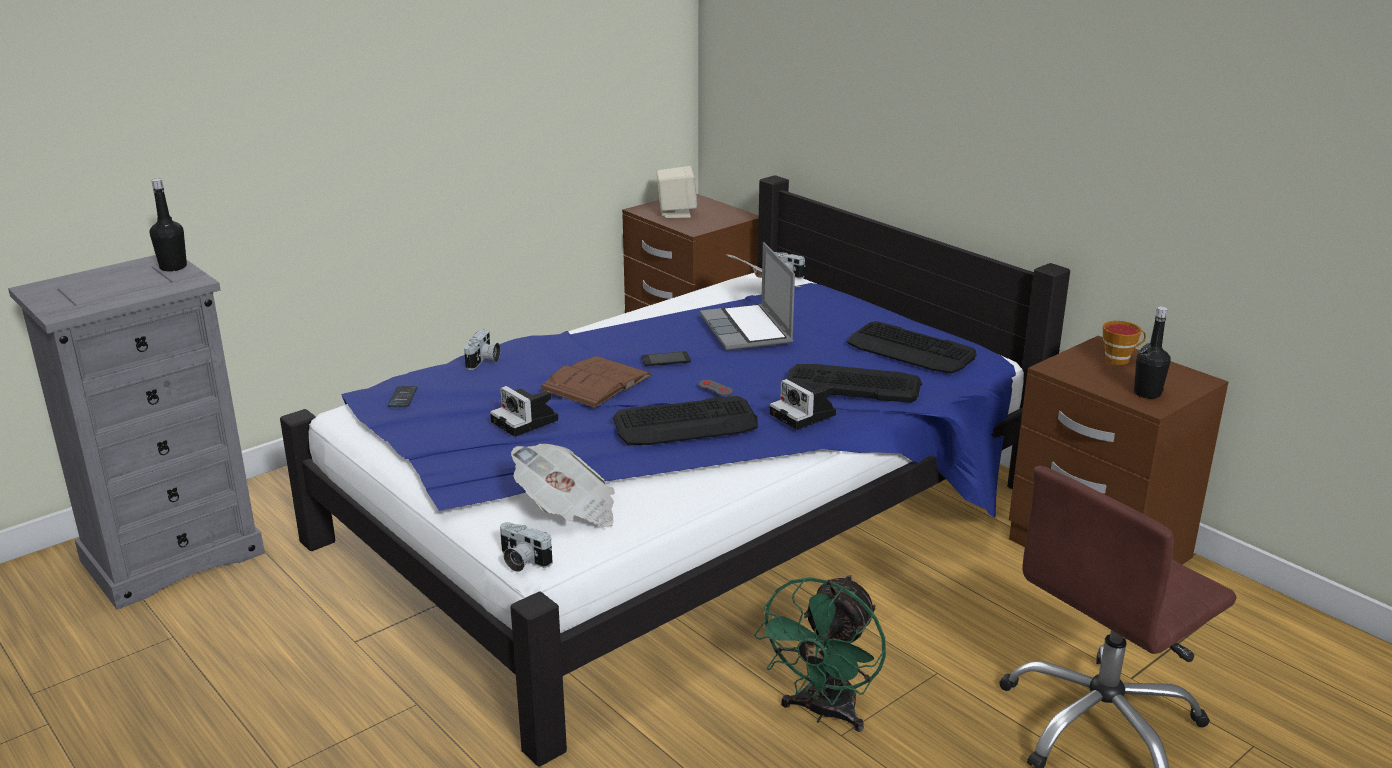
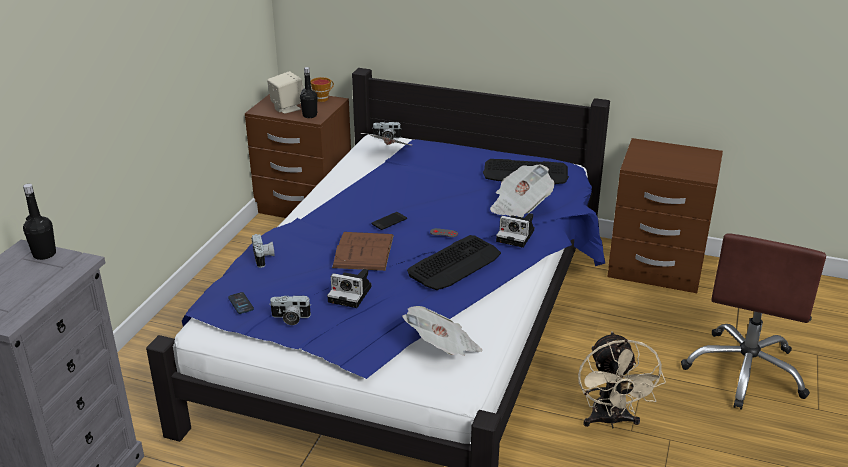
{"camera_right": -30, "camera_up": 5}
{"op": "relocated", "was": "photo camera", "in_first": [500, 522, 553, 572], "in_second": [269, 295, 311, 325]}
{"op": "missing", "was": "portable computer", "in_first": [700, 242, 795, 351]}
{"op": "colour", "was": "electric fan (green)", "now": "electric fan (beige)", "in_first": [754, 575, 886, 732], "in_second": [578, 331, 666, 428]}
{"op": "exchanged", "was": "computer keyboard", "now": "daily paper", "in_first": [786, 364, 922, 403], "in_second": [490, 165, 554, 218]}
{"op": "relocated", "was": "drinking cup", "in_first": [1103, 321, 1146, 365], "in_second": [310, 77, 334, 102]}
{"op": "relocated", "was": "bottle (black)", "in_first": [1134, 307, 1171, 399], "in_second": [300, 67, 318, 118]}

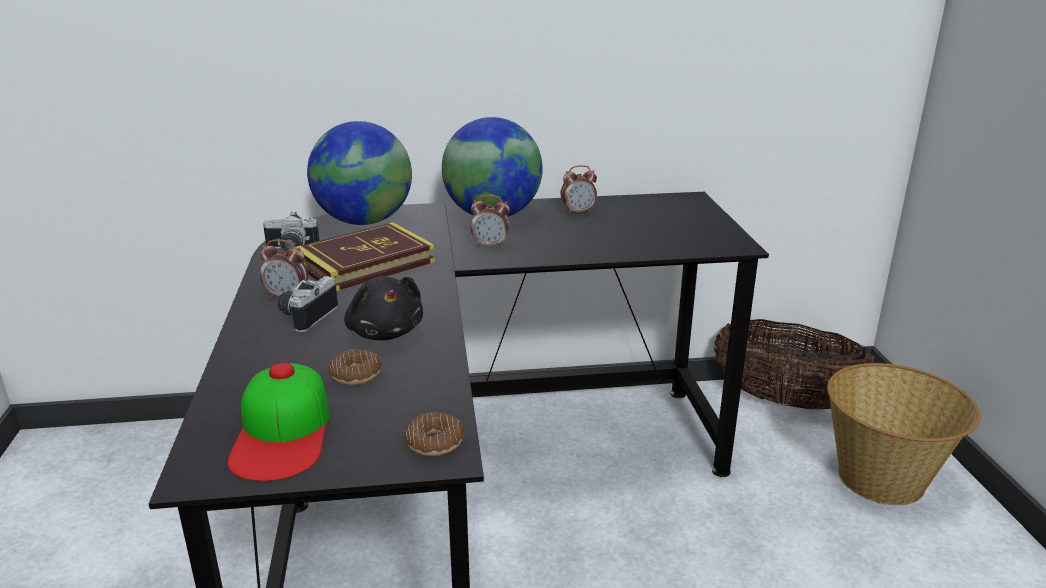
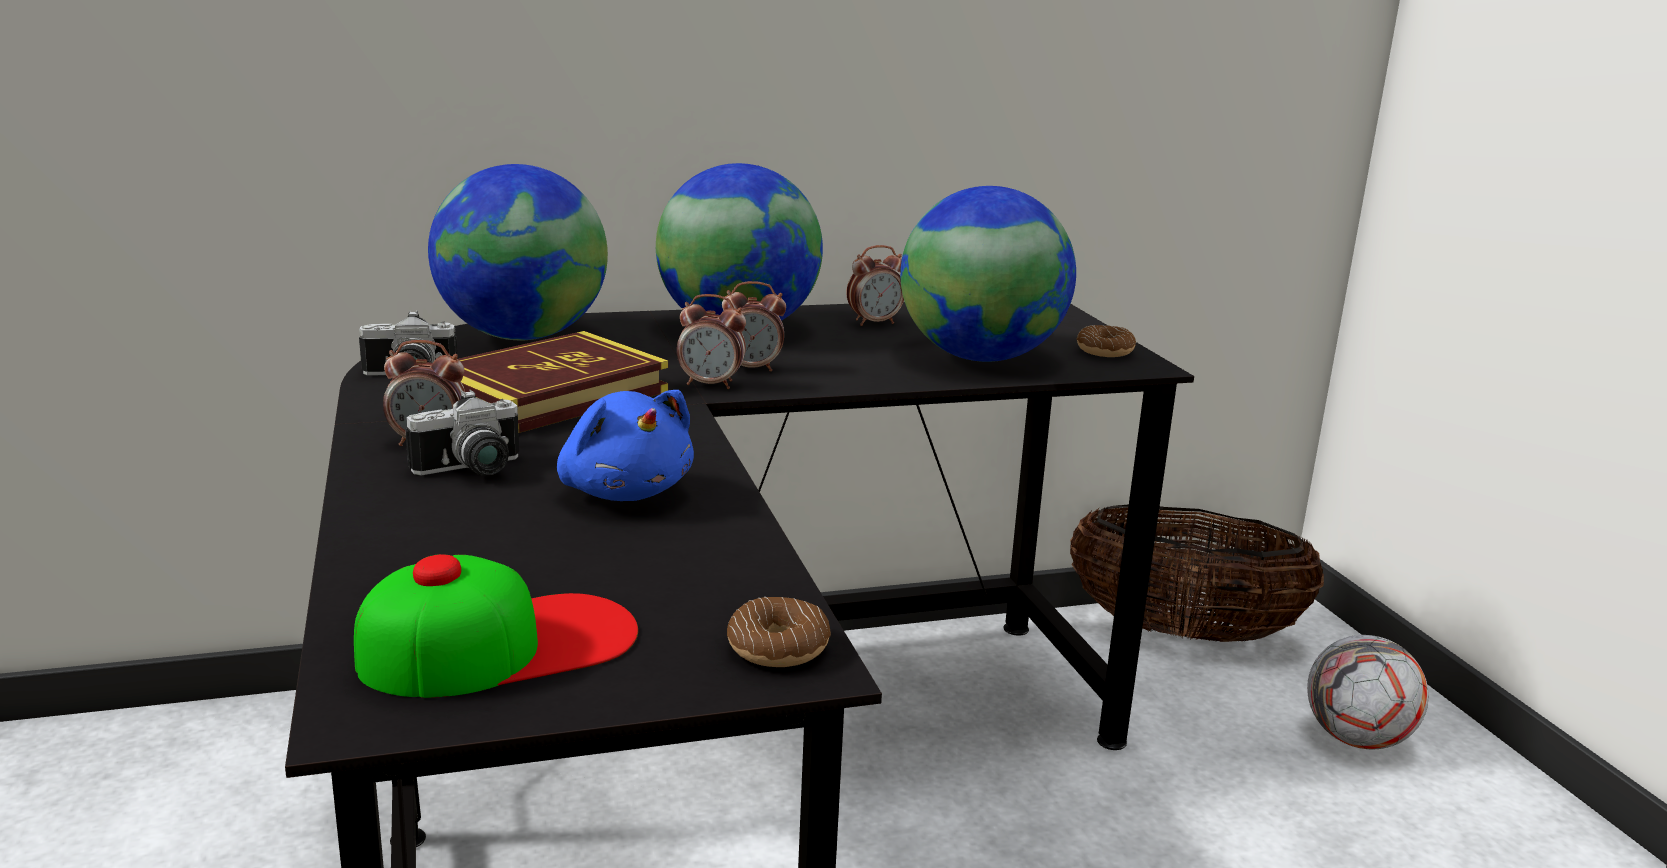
{"camera_right": -10, "camera_up": -5}
{"op": "spun", "was": "baseball cap", "in_first": [228, 363, 330, 481], "in_second": [354, 554, 638, 698], "clockwise": -105}
{"op": "spun", "was": "photo camera", "in_first": [278, 276, 338, 332], "in_second": [405, 390, 519, 476], "clockwise": -135}
{"op": "relocated", "was": "donut", "in_first": [329, 349, 382, 385], "in_second": [1077, 325, 1136, 357]}
{"op": "colour", "was": "soft toy (black)", "now": "soft toy (blue-coloured)", "in_first": [344, 276, 423, 340], "in_second": [557, 390, 694, 501]}
{"op": "exchanged", "was": "household basket", "now": "ball for football", "in_first": [827, 363, 980, 505], "in_second": [1307, 635, 1429, 749]}
{"op": "appeared", "now": "bedside clock", "in_second": [676, 294, 746, 389]}
{"op": "appeared", "now": "globe", "in_second": [900, 186, 1076, 362]}

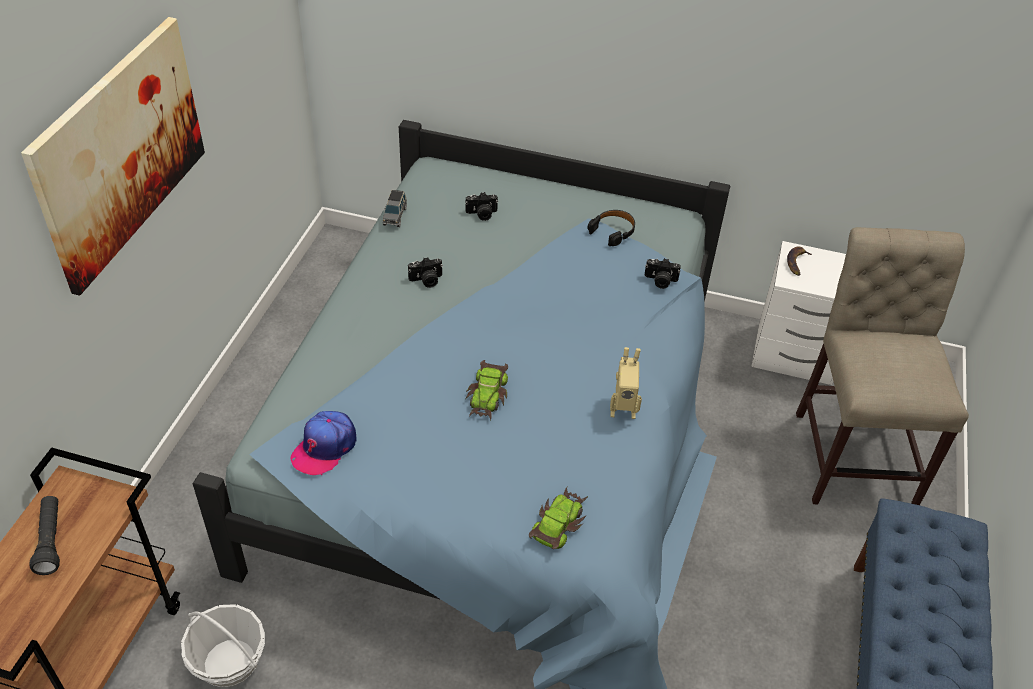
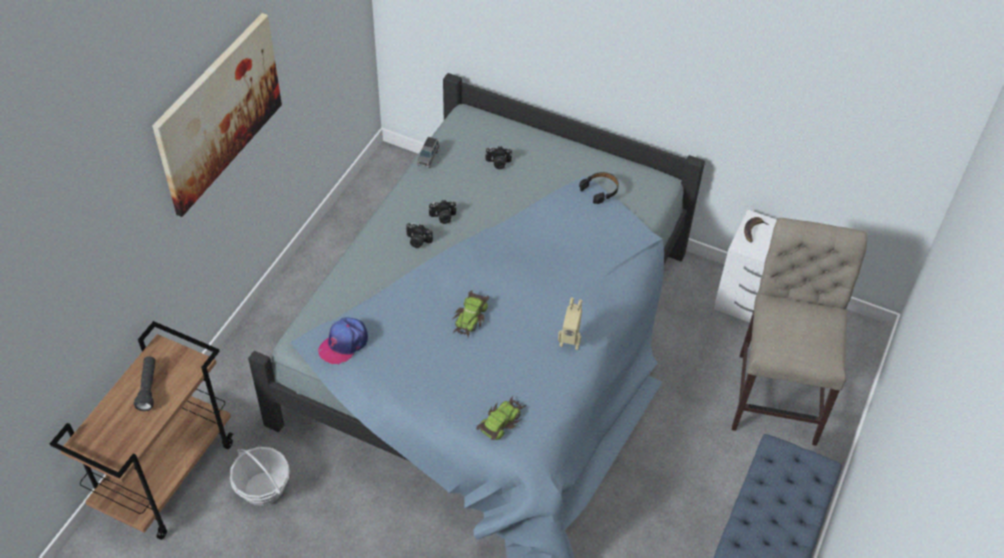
{"camera_right": 10, "camera_up": 5}
{"op": "relocated", "was": "photo camera", "in_first": [644, 258, 681, 289], "in_second": [406, 223, 433, 248]}

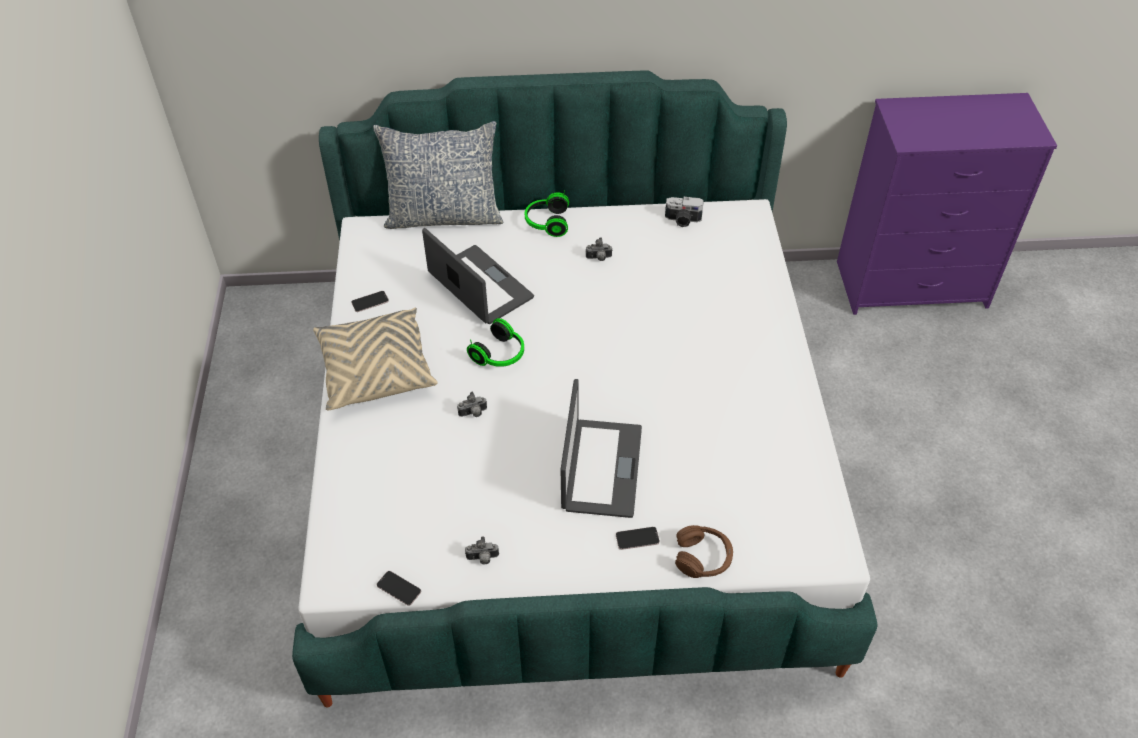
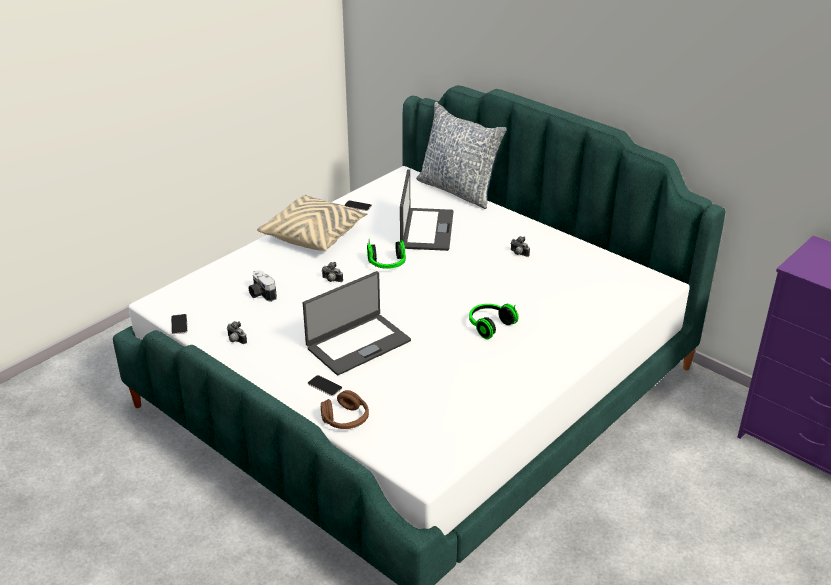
{"camera_right": 45, "camera_up": -15}
{"op": "relocated", "was": "pair of headphones", "in_first": [525, 190, 569, 237], "in_second": [469, 304, 518, 339]}
{"op": "relocated", "was": "photo camera", "in_first": [665, 197, 704, 227], "in_second": [248, 270, 277, 302]}

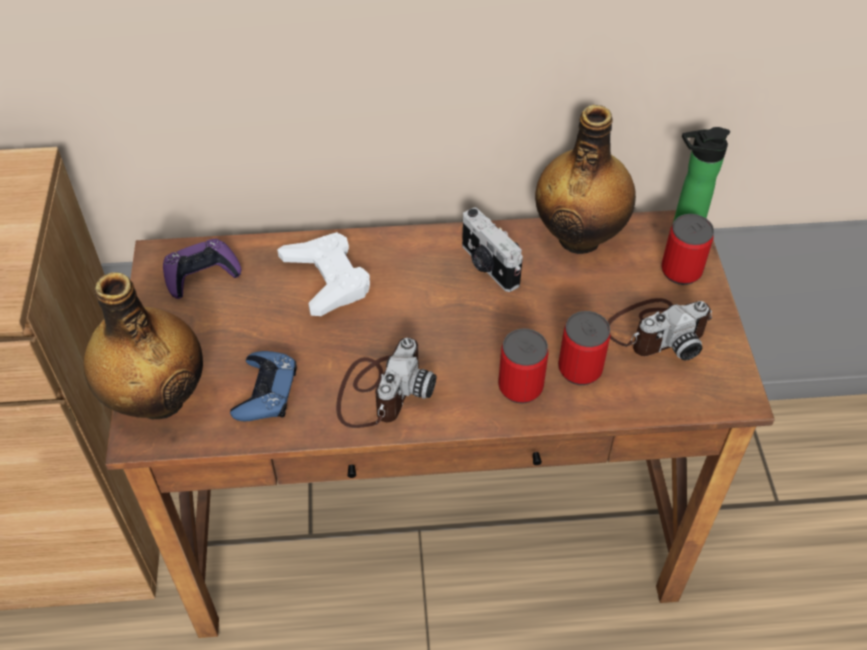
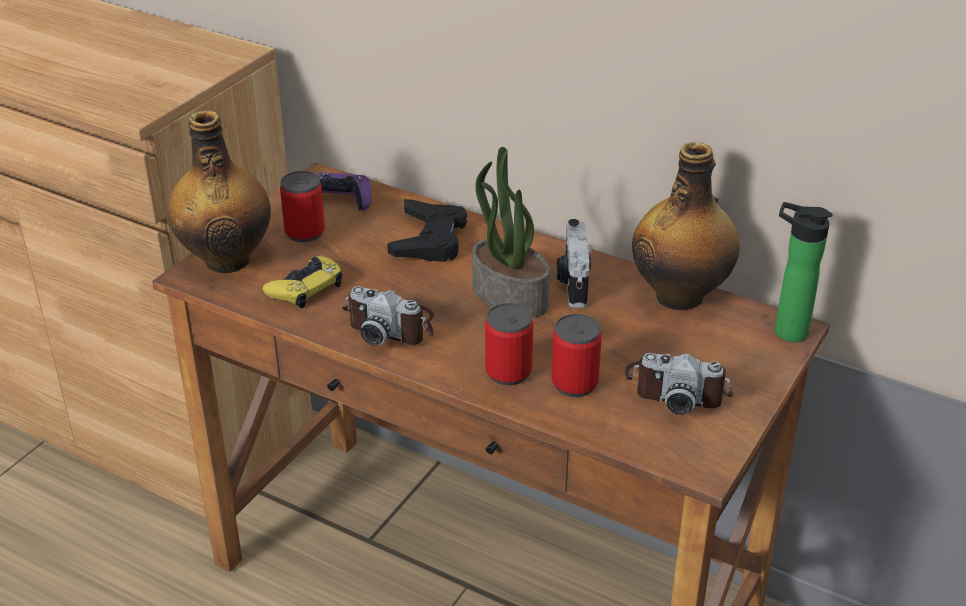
{"camera_right": 35, "camera_up": -15}
{"op": "colour", "was": "gamepad (blue-coloured)", "now": "gamepad (yellow)", "in_first": [230, 351, 297, 421], "in_second": [263, 256, 342, 308]}
{"op": "colour", "was": "gamepad (white)", "now": "gamepad (black)", "in_first": [277, 232, 370, 316], "in_second": [387, 199, 467, 262]}
{"op": "spun", "was": "photo camera", "in_first": [336, 338, 436, 428], "in_second": [342, 286, 434, 346], "clockwise": 60}
{"op": "relocated", "was": "can", "in_first": [661, 214, 714, 285], "in_second": [280, 171, 325, 242]}
{"op": "appeared", "now": "houseplant", "in_second": [472, 147, 550, 318]}

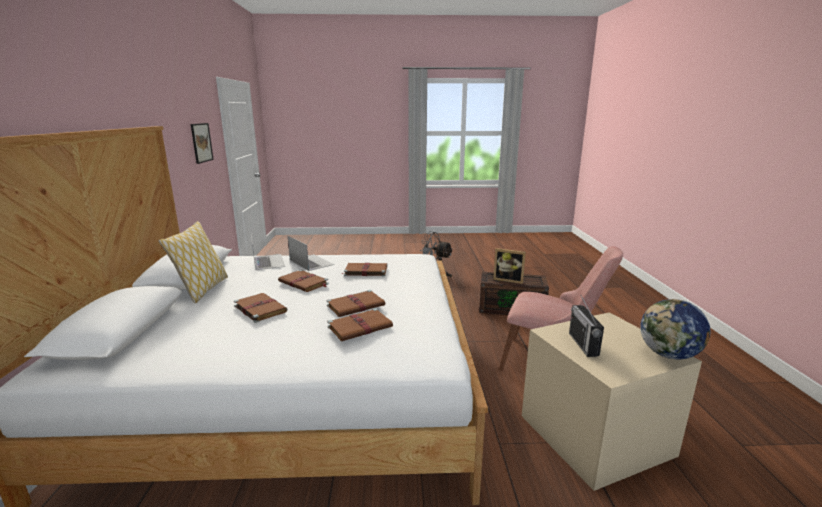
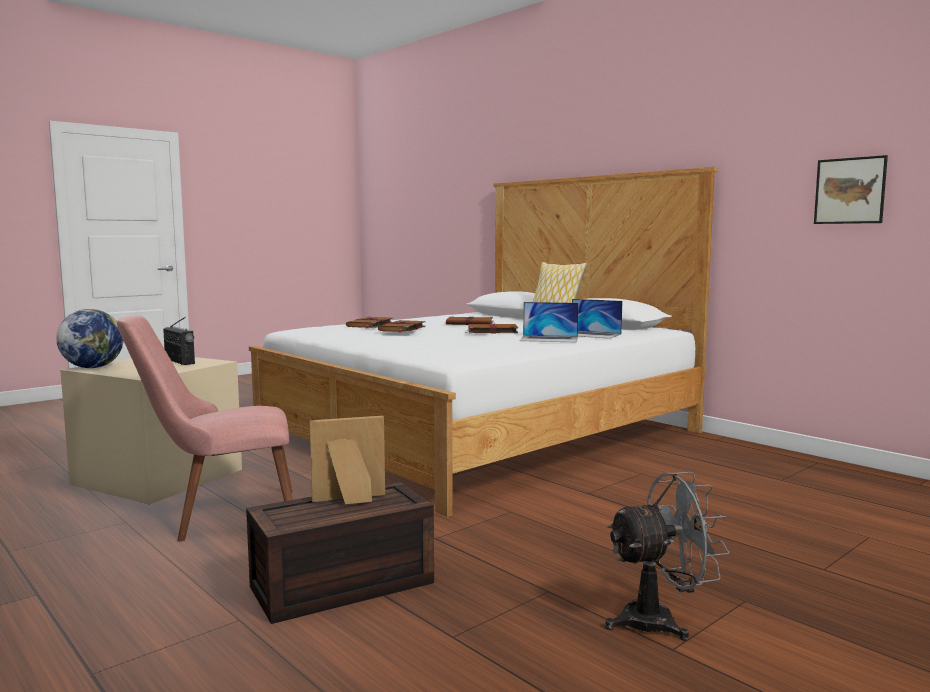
{"camera_right": 140, "camera_up": -10}
{"op": "missing", "was": "bound book (brownish)", "in_first": [342, 263, 387, 276]}

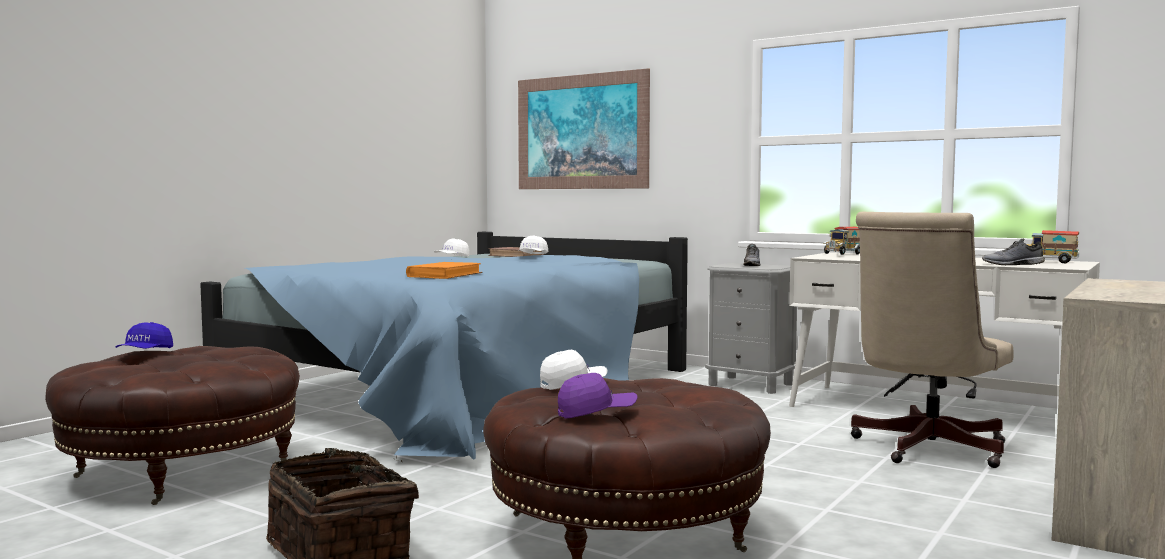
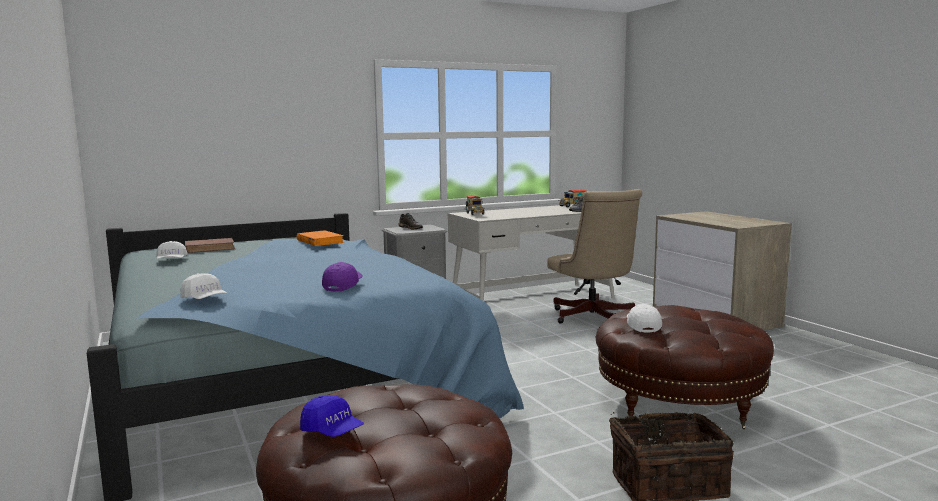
{"camera_right": -60, "camera_up": 5}
{"op": "relocated", "was": "bound book (orangey)", "in_first": [406, 262, 482, 279], "in_second": [297, 231, 344, 246]}
{"op": "missing", "was": "picture", "in_first": [518, 68, 650, 189]}
{"op": "relocated", "was": "baseball cap (white)", "in_first": [518, 235, 548, 254], "in_second": [180, 273, 228, 299]}
{"op": "relocated", "was": "baseball cap (purple)", "in_first": [558, 373, 637, 419], "in_second": [322, 262, 363, 292]}

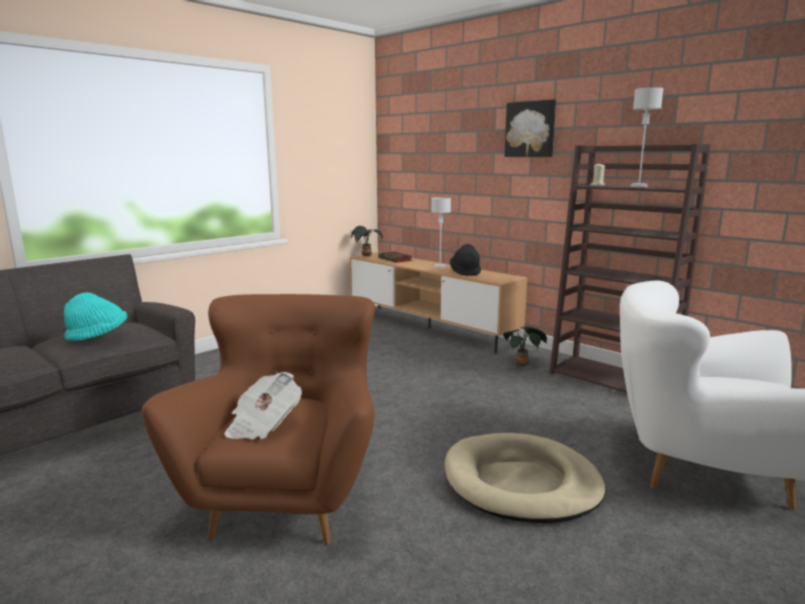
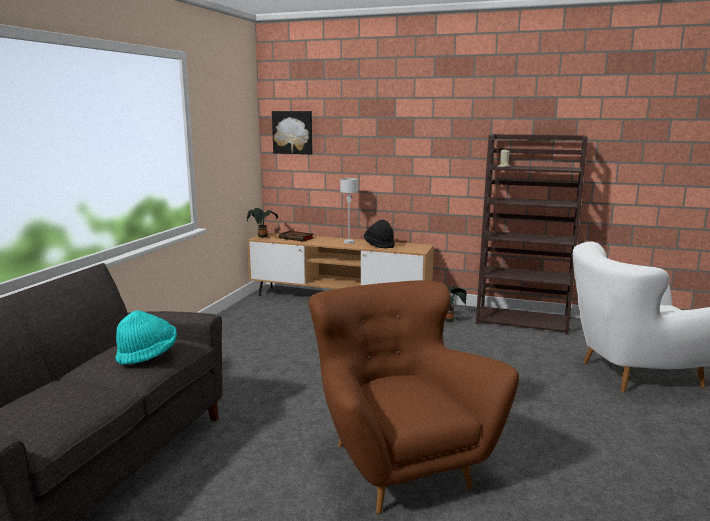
{"camera_right": -25, "camera_up": 0}
{"op": "missing", "was": "daily paper", "in_first": [225, 372, 302, 439]}
{"op": "missing", "was": "dog bed (beige)", "in_first": [445, 433, 605, 523]}
{"op": "relocated", "was": "picture", "in_first": [504, 99, 556, 157], "in_second": [272, 111, 313, 154]}
{"op": "missing", "was": "lamp for a table (grey)", "in_first": [630, 87, 663, 187]}

